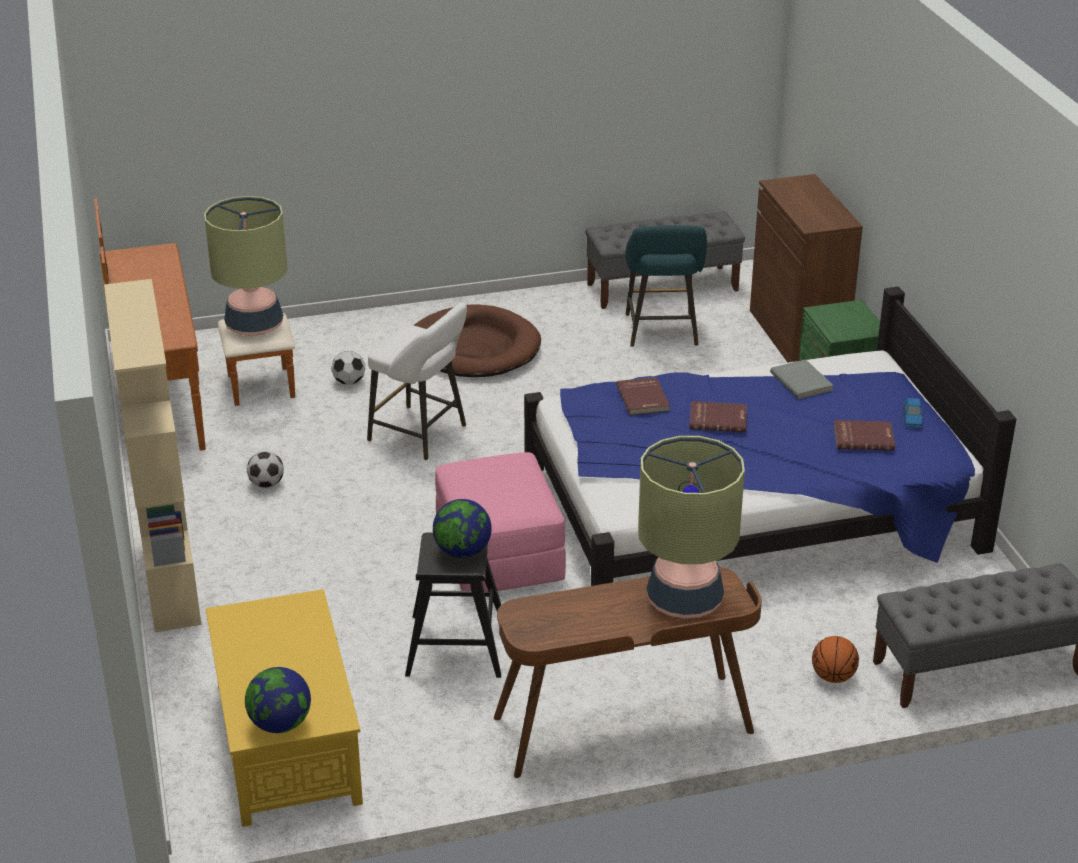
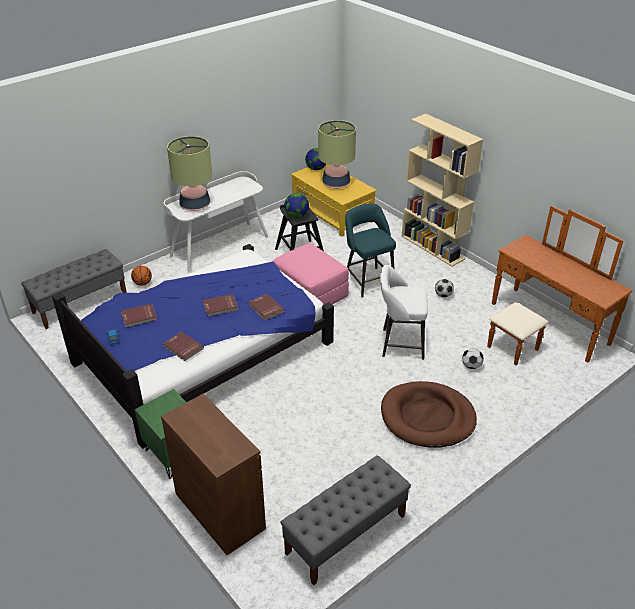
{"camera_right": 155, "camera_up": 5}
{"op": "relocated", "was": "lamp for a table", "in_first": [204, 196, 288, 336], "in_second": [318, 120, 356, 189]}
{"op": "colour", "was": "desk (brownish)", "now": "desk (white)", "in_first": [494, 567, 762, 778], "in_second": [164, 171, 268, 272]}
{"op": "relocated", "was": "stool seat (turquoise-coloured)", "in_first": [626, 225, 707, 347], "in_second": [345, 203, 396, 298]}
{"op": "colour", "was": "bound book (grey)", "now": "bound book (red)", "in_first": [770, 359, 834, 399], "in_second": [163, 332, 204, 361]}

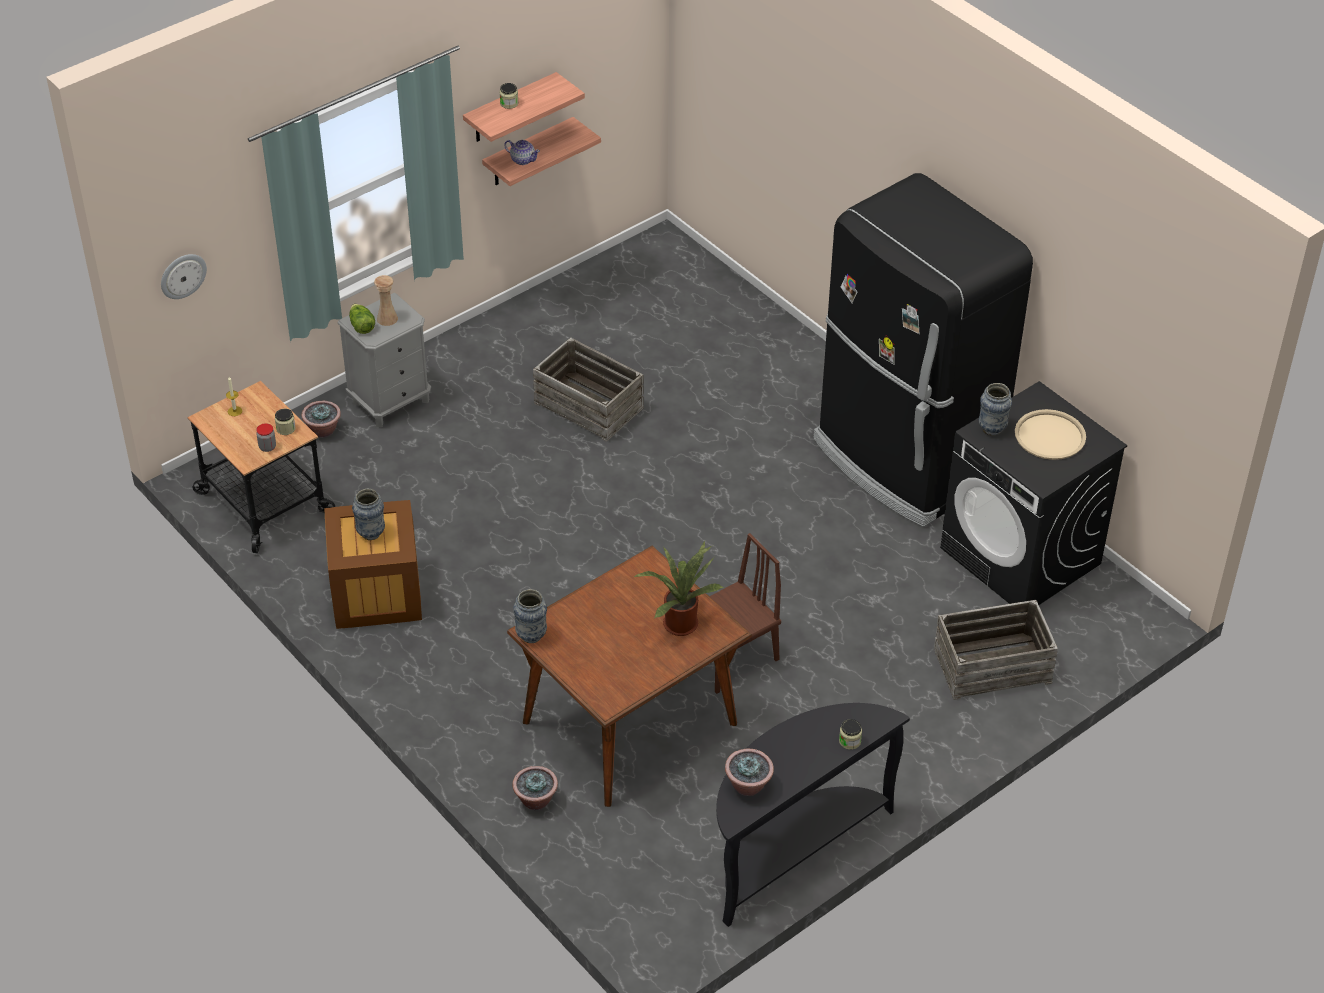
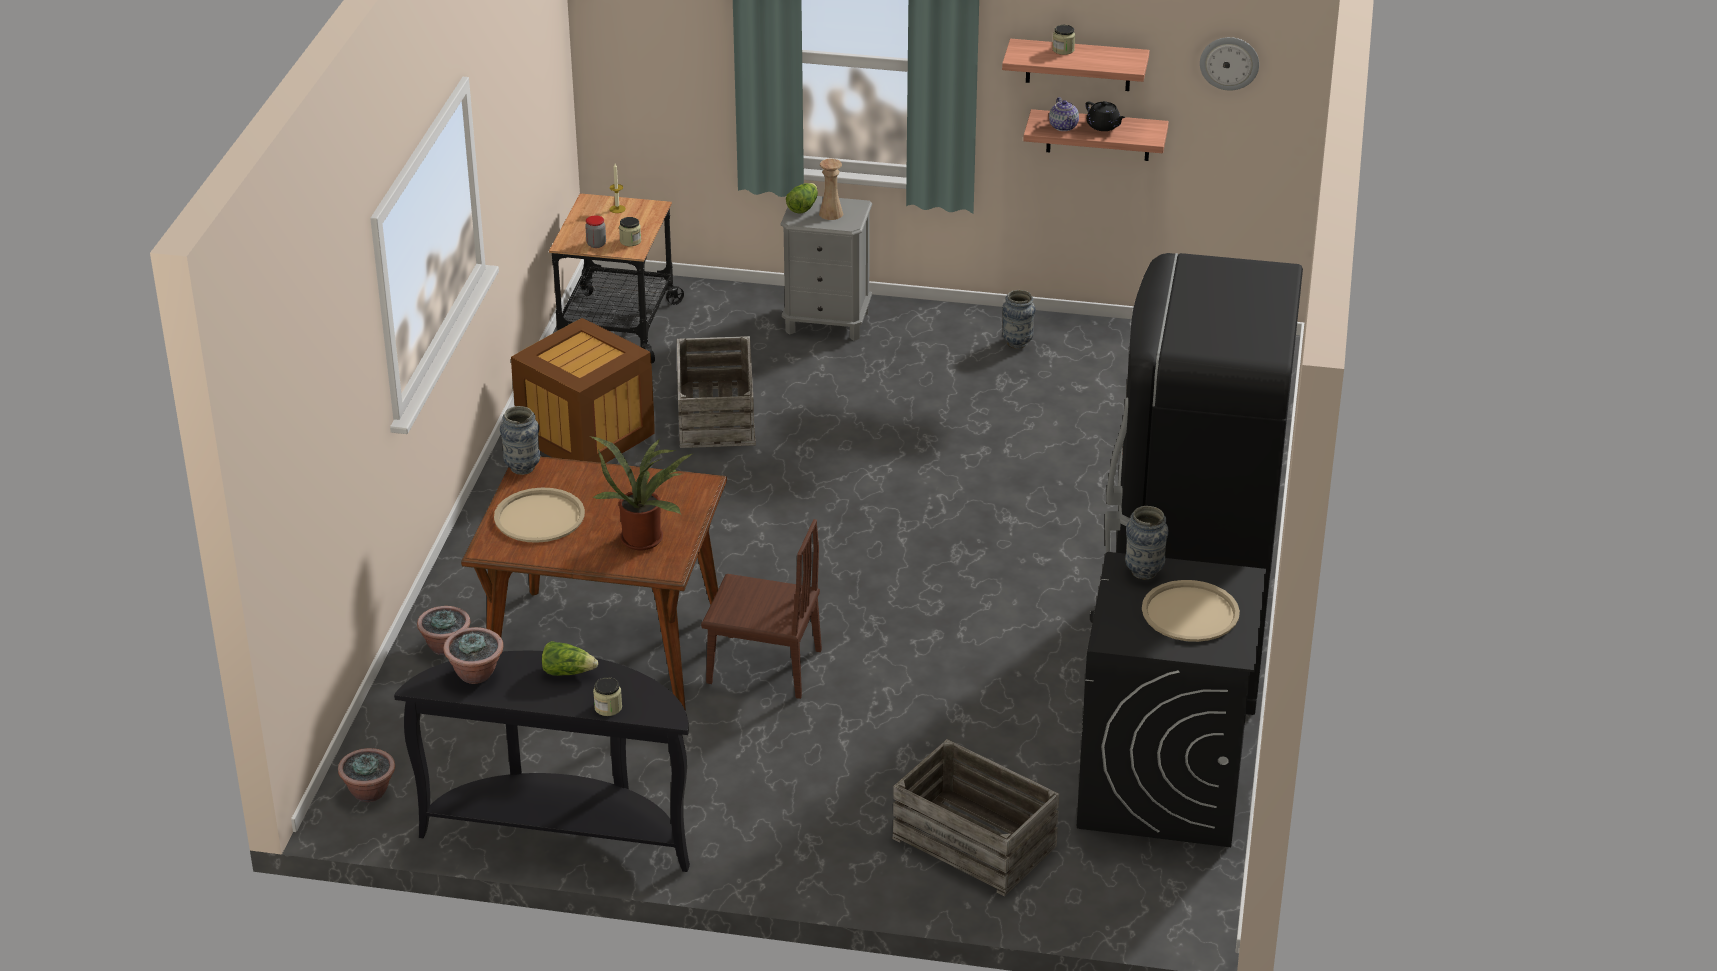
{"camera_right": 50, "camera_up": -10}
{"op": "relocated", "was": "clock on the wall", "in_first": [161, 254, 207, 299], "in_second": [1200, 37, 1259, 91]}
{"op": "relocated", "was": "houseplant", "in_first": [301, 401, 341, 438], "in_second": [338, 748, 395, 802]}
{"op": "relocated", "was": "vase", "in_first": [352, 489, 385, 540], "in_second": [1002, 290, 1036, 349]}
{"op": "relocated", "was": "shipping crate", "in_first": [533, 337, 644, 442], "in_second": [677, 336, 756, 448]}
{"op": "appeared", "now": "serving tray (beige)", "in_second": [494, 487, 585, 543]}
{"op": "appeared", "now": "lettuce head", "in_second": [542, 641, 598, 676]}
{"op": "appeared", "now": "pot for tea (black)", "in_second": [1085, 101, 1125, 131]}

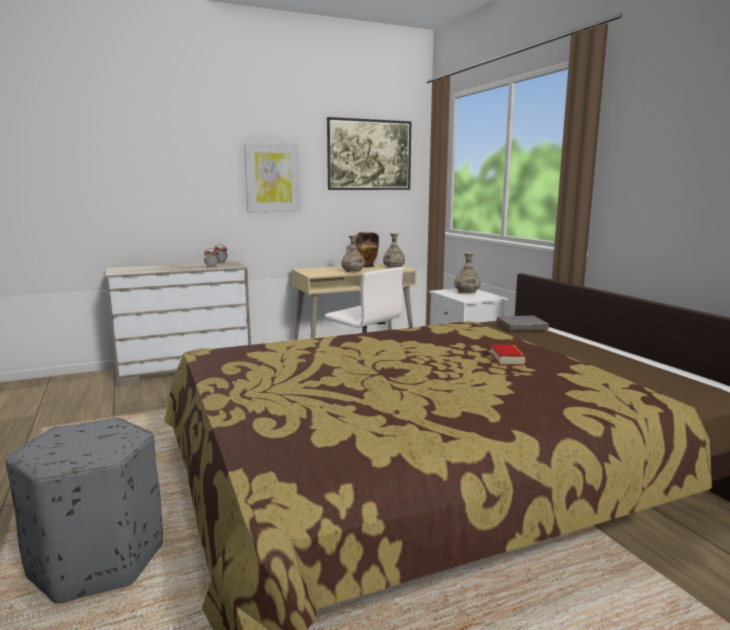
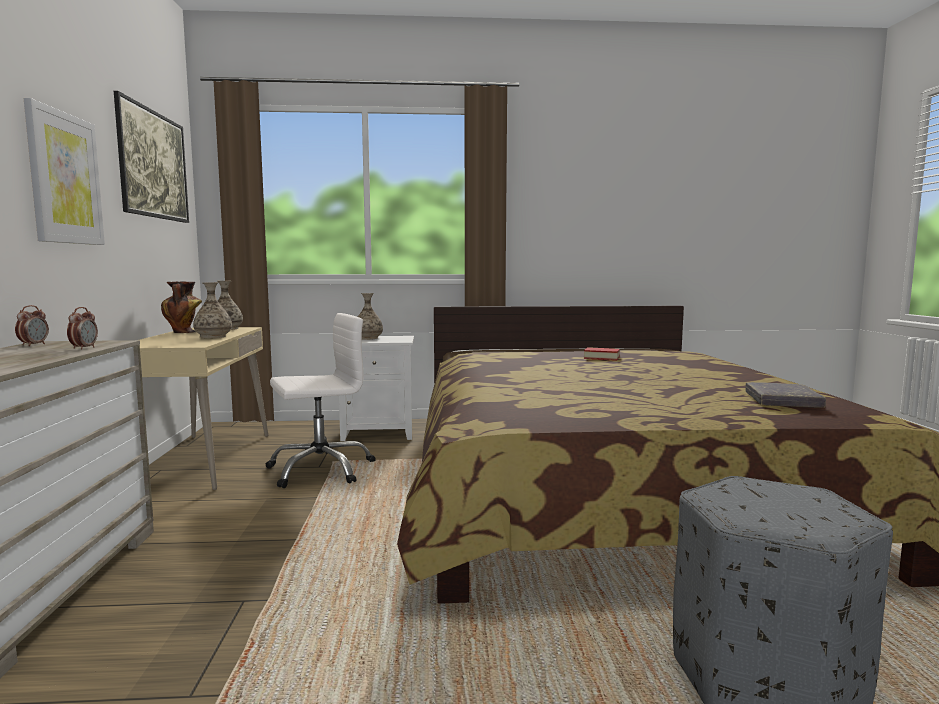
{"camera_right": -70, "camera_up": -5}
{"op": "relocated", "was": "bound book (grey)", "in_first": [497, 315, 549, 331], "in_second": [745, 382, 826, 408]}

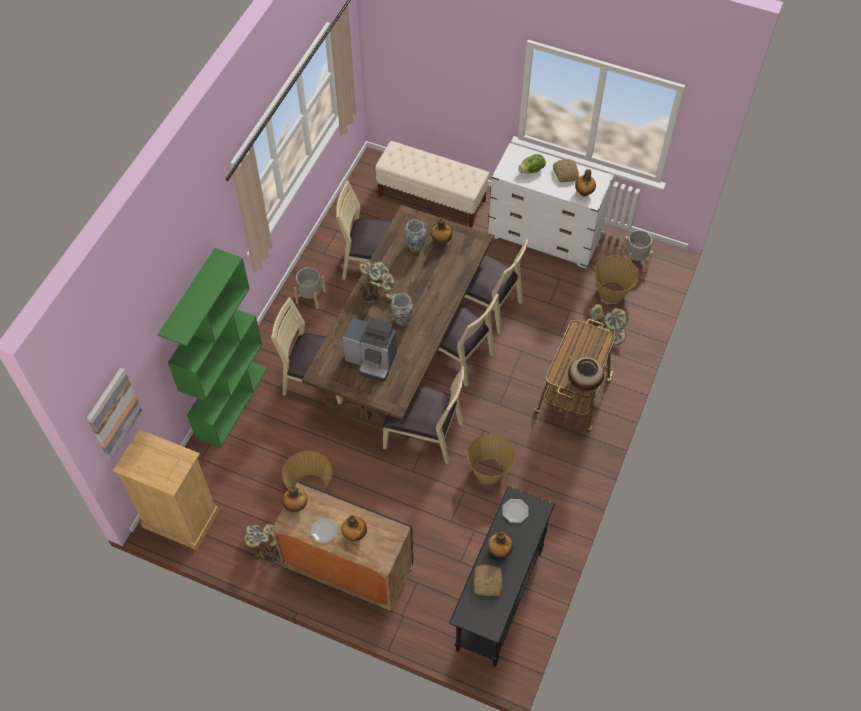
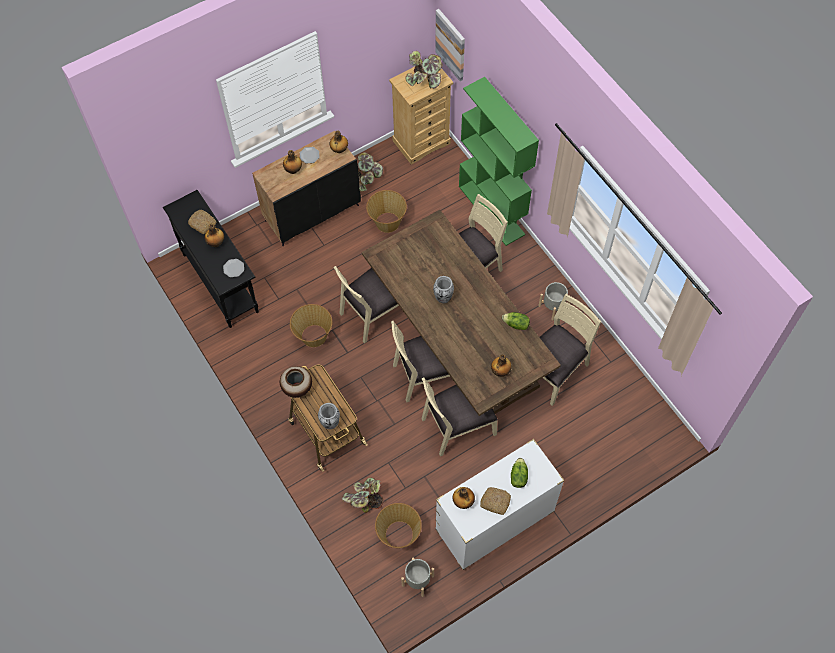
{"camera_right": 125, "camera_up": 5}
{"op": "missing", "was": "coffee maker", "in_first": [342, 317, 397, 382]}
{"op": "relocated", "was": "houseplant", "in_first": [359, 261, 396, 304], "in_second": [406, 51, 442, 89]}
{"op": "missing", "was": "indoor bench (beige)", "in_first": [375, 141, 489, 228]}
{"op": "relocated", "was": "vase", "in_first": [404, 219, 426, 252], "in_second": [318, 403, 340, 429]}
{"op": "appeared", "now": "lettuce head", "in_second": [502, 312, 530, 330]}

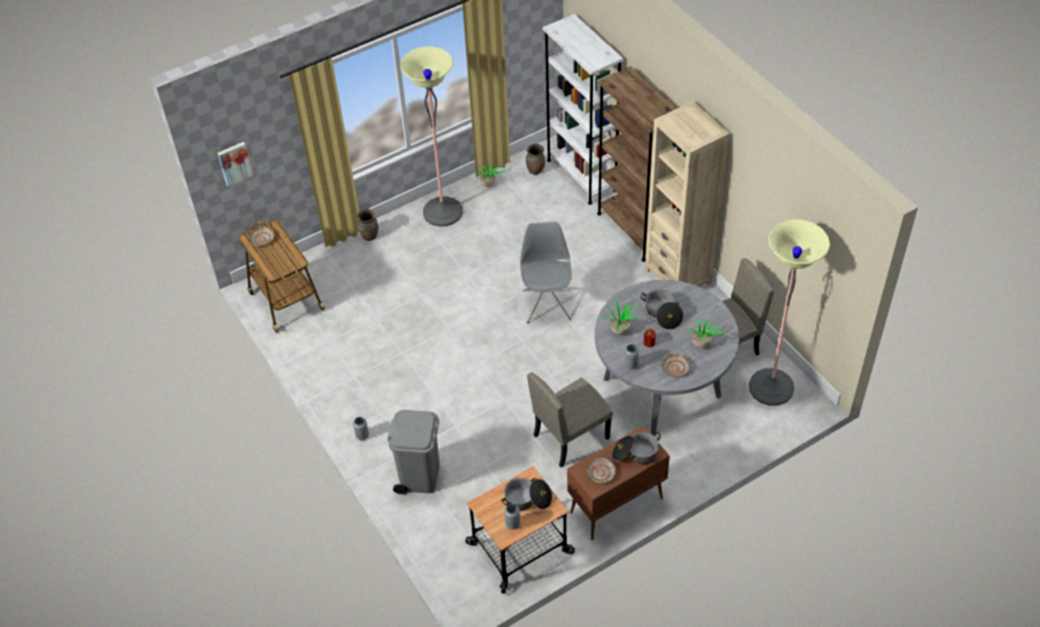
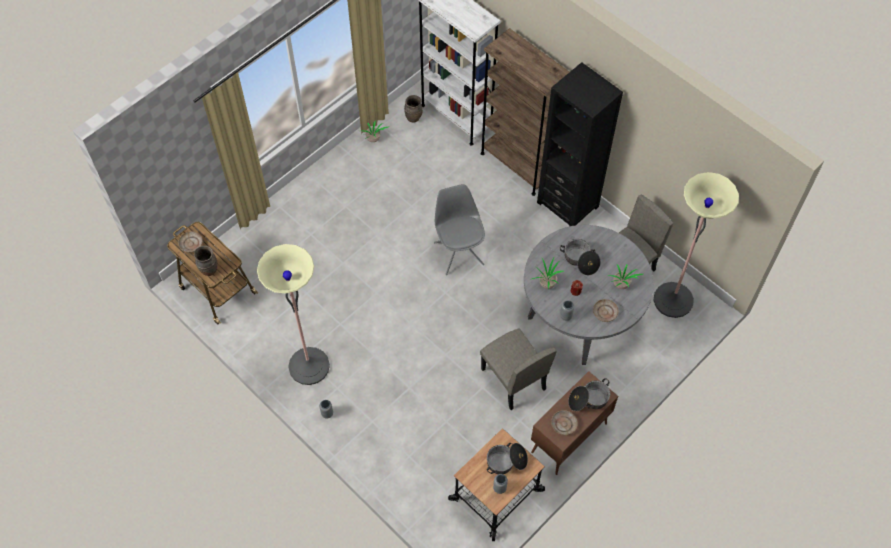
{"camera_right": -15, "camera_up": 10}
{"op": "missing", "was": "picture", "in_first": [218, 142, 253, 186]}
{"op": "relocated", "was": "vase (brownish)", "in_first": [357, 209, 378, 241], "in_second": [194, 246, 218, 276]}
{"op": "missing", "was": "waste bin (grey)", "in_first": [387, 410, 440, 494]}
{"op": "relocated", "was": "standing lamp", "in_first": [400, 46, 462, 227], "in_second": [257, 244, 330, 385]}
{"op": "spun", "was": "upright chair (beige)", "in_first": [527, 372, 613, 467], "in_second": [480, 329, 557, 410], "clockwise": -75}
{"op": "colour", "was": "bookcase (beige)", "now": "bookcase (black)", "in_first": [645, 101, 730, 287], "in_second": [537, 62, 623, 226]}

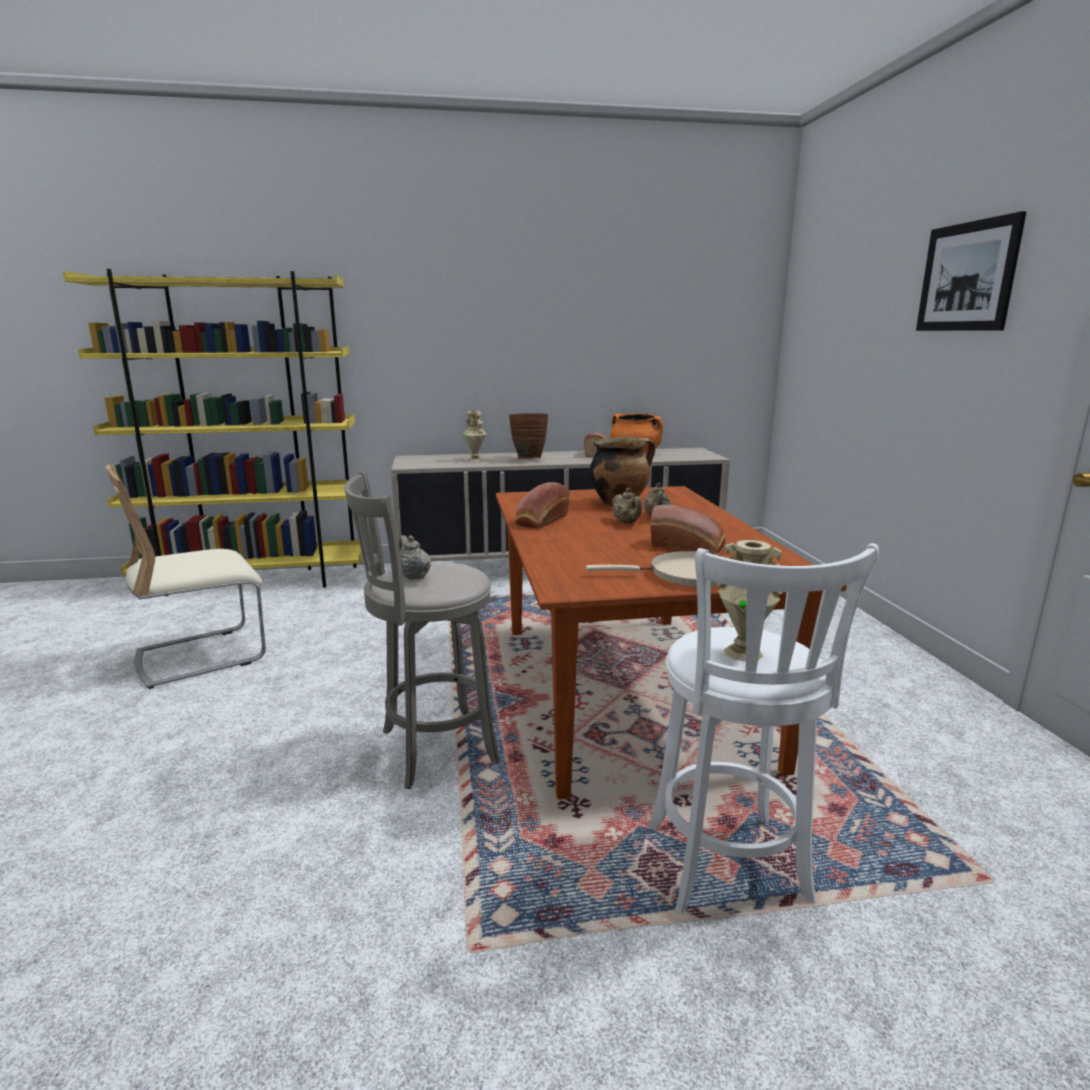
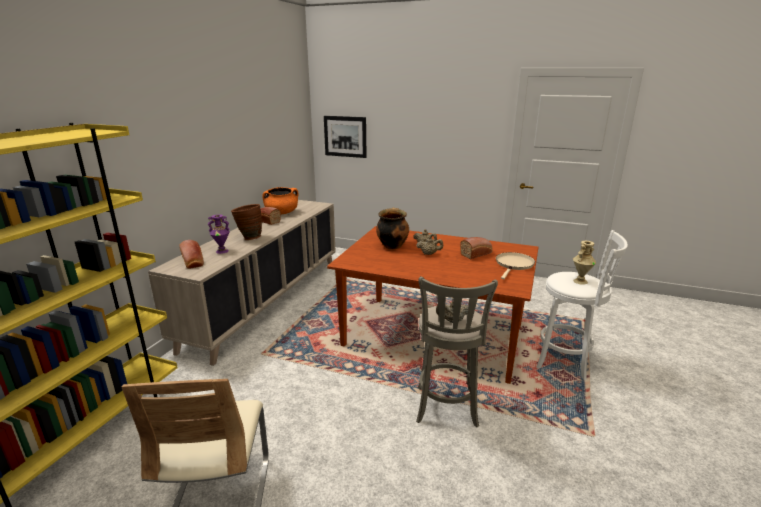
{"camera_right": -60, "camera_up": 5}
{"op": "colour", "was": "vase (beige)", "now": "vase (purple)", "in_first": [462, 411, 487, 462], "in_second": [208, 214, 230, 254]}
{"op": "relocated", "was": "bakery bread", "in_first": [515, 482, 570, 529], "in_second": [179, 240, 204, 269]}
{"op": "relocated", "was": "picture", "in_first": [916, 211, 1027, 331], "in_second": [324, 116, 367, 158]}

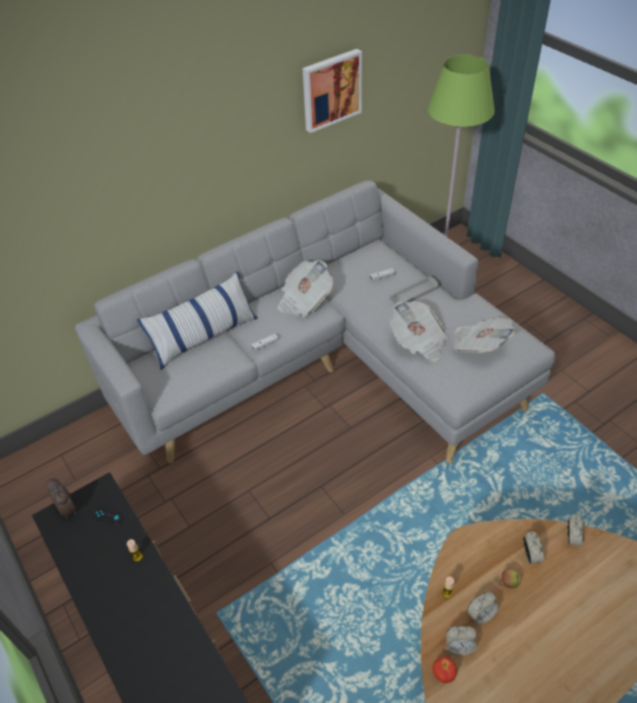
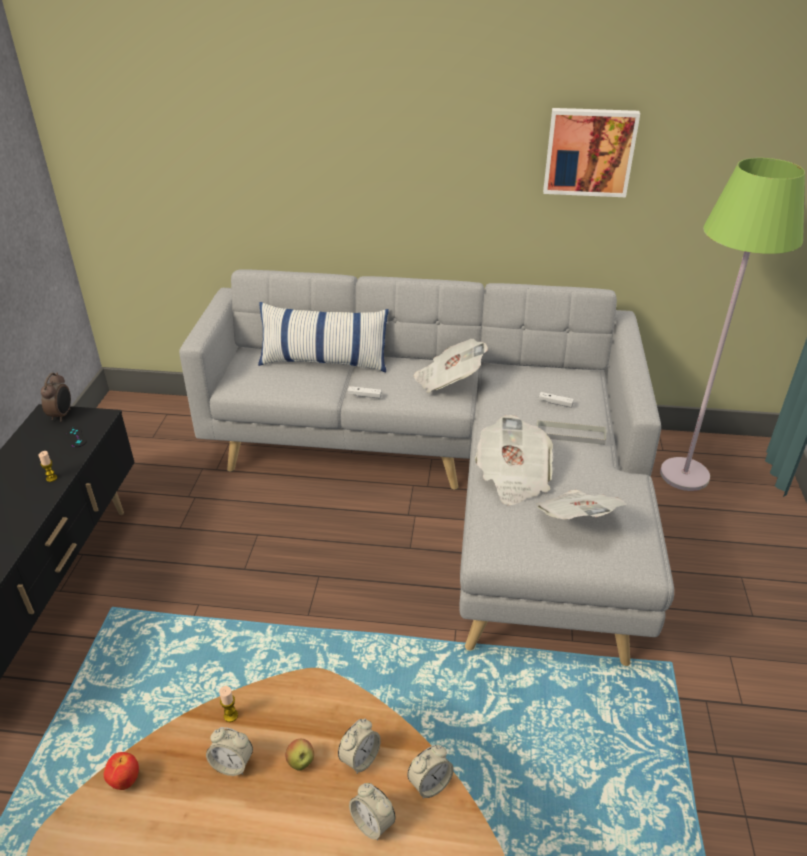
{"camera_right": 40, "camera_up": -10}
{"op": "relocated", "was": "bedside clock", "in_first": [446, 626, 477, 656], "in_second": [349, 783, 395, 841]}

